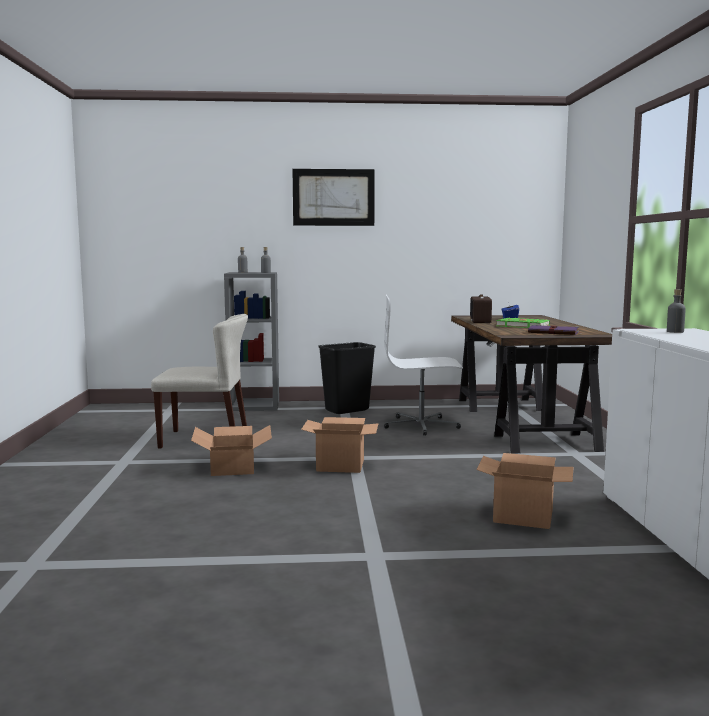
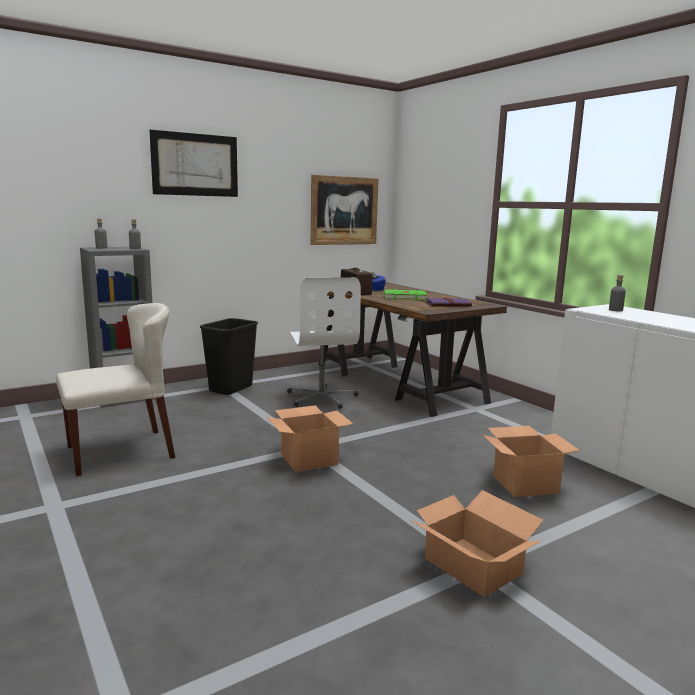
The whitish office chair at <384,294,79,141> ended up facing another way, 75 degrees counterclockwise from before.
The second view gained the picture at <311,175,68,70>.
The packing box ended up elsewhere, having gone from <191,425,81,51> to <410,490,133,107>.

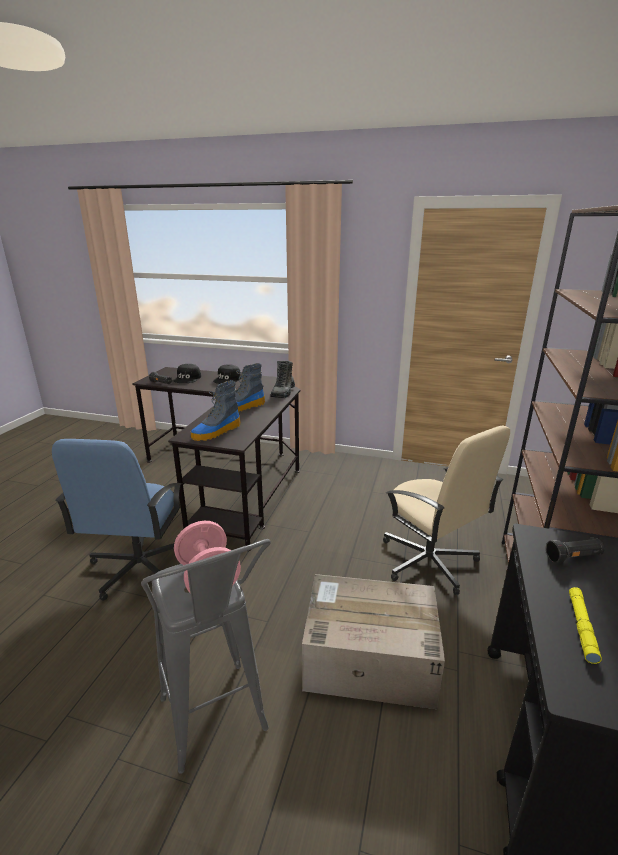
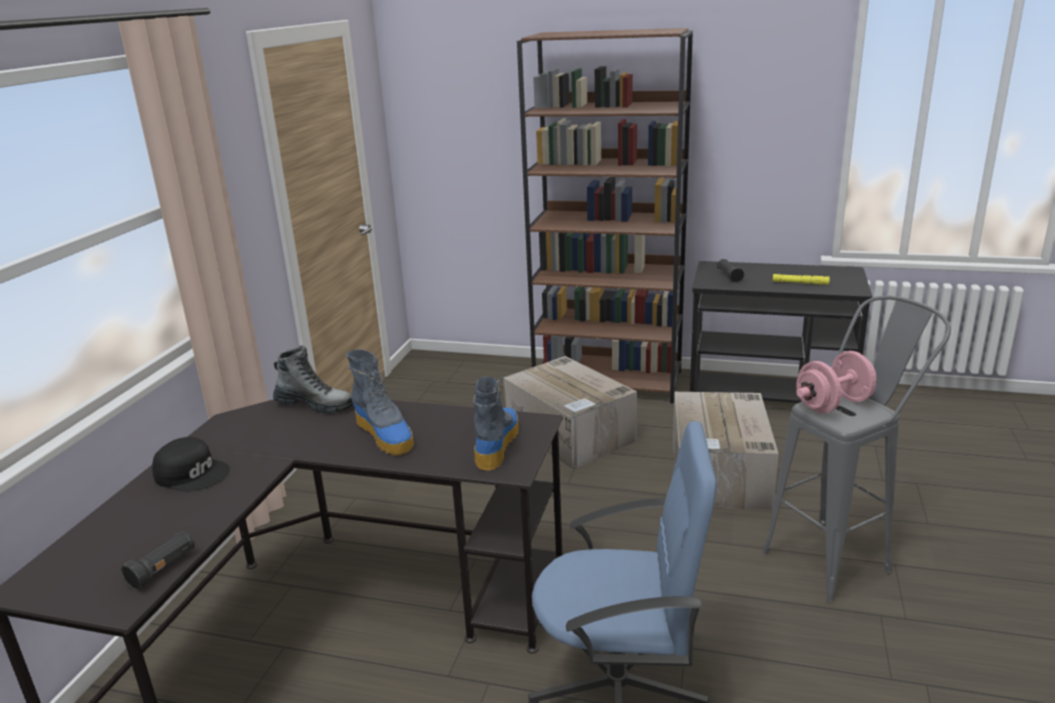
The tall boot at <191,380,50,61> ended up facing another way, 120 degrees counterclockwise from before.
Where the beige-coloured office chair stood at <383,425,127,170>, the packing box came to stand at <503,356,134,113>.
The second view lost the blackish baseball cap at <174,364,27,19>.

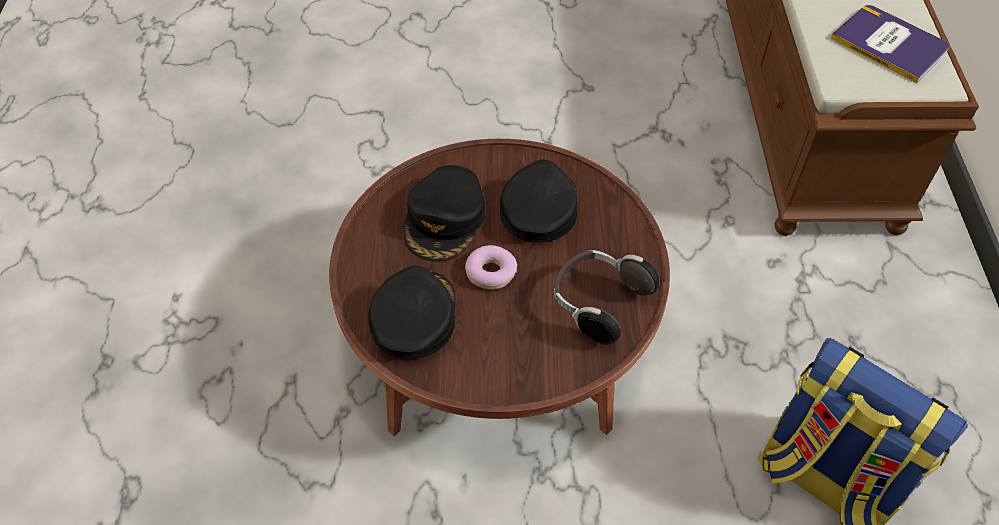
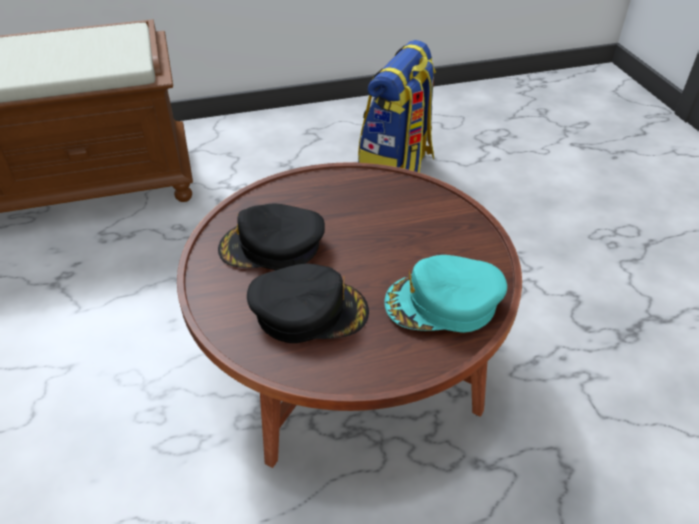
What was the blackish baseball cap at <368,266,88,93> turned into the turquoise baseball cap at <384,255,123,78>.
The second view lost the donut at <465,245,52,44>.
The second view lost the pair of headphones at <554,250,105,95>.
The second view lost the bound book at <831,5,119,78>.

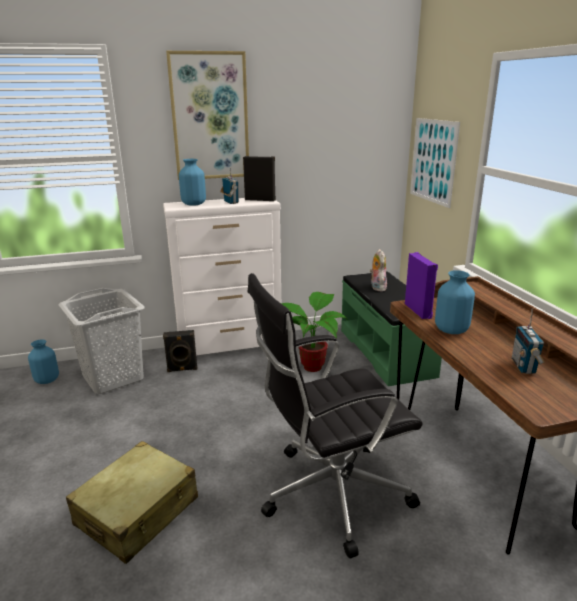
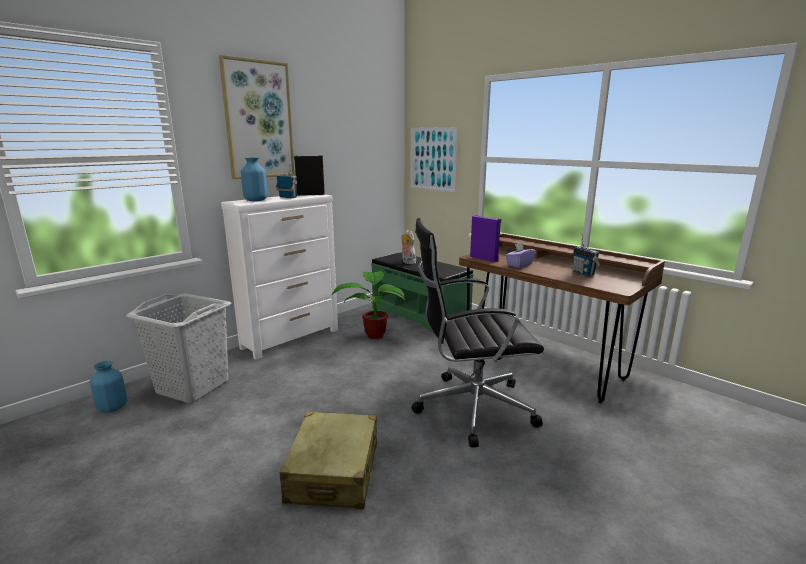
The blackish office chair at <248,273,175,285> ended up facing another way, 45 degrees clockwise from before.
Where the blue-coloured decorative vase stood at <435,270,40,64>, the purple tissue holder came to stand at <505,242,31,26>.
The second view lost the blackish speaker at <163,330,35,42>.

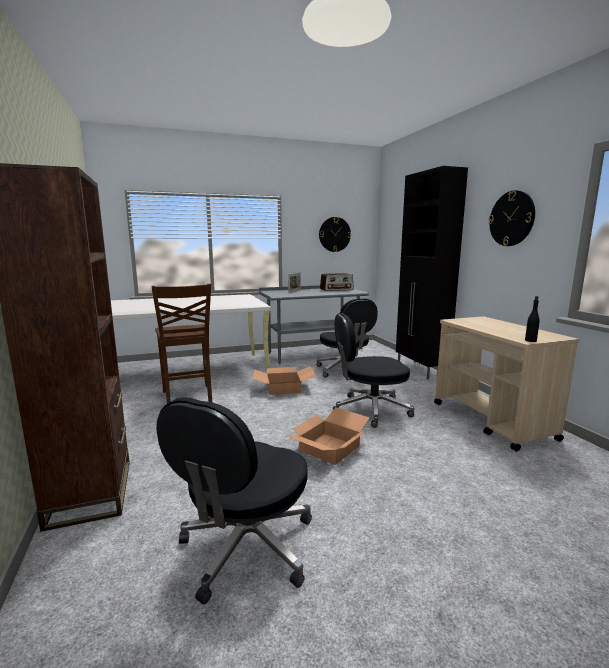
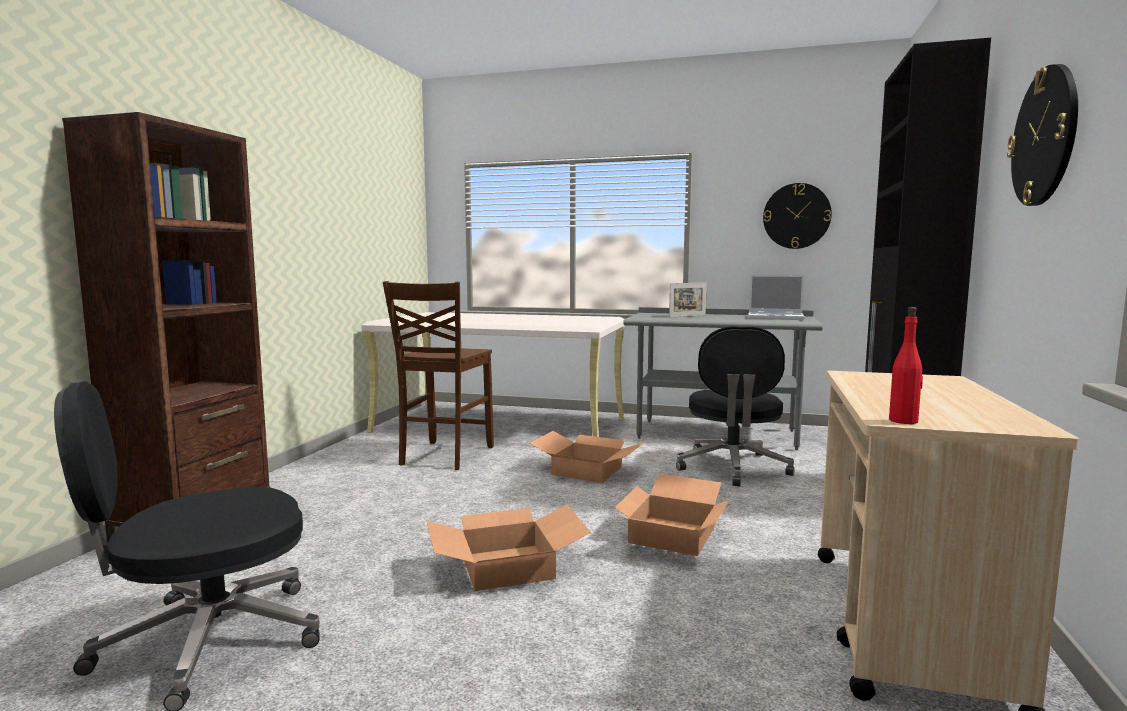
Where the blackish office chair stood at <333,313,81,115>, the packing box came to stand at <615,474,114,82>.
Where the radio set stood at <320,273,34,18>, the portable computer came to stand at <748,275,57,45>.
What was the blackish bottle at <525,296,15,46> turned into the red-coloured bottle at <889,307,34,117>.

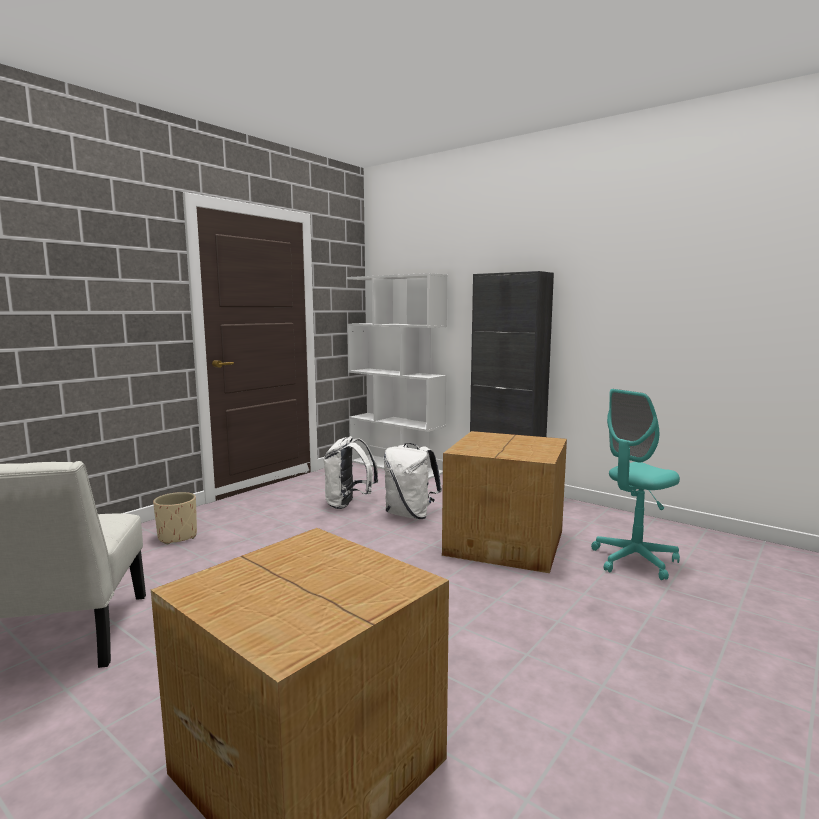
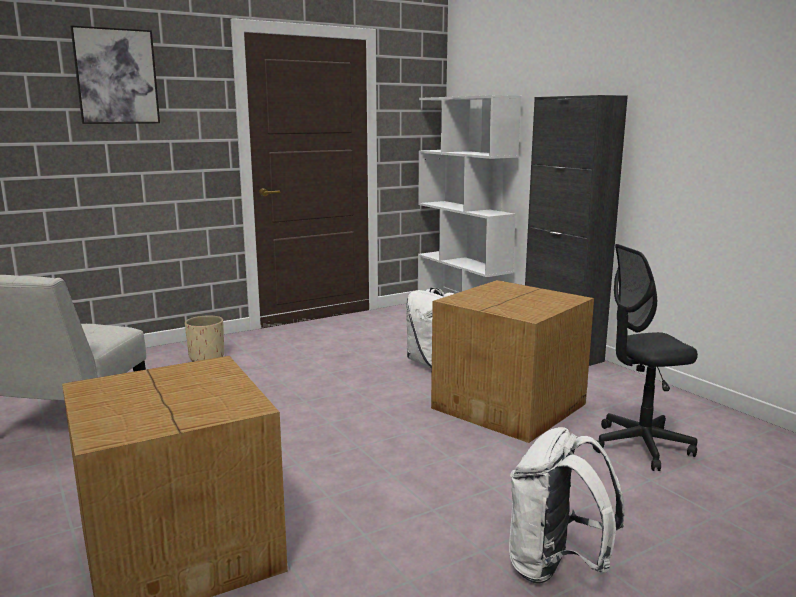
The second view gained the picture at <70,25,90,99>.
The whitish backpack ended up elsewhere, having gone from <323,436,56,73> to <509,427,116,157>.
What was the turquoise office chair at <591,389,89,191> turned into the blackish office chair at <593,244,105,227>.

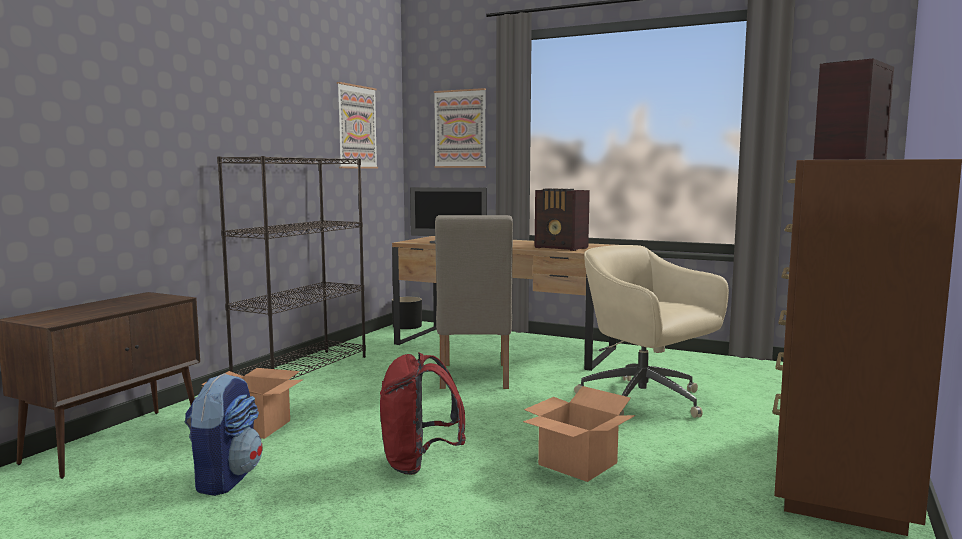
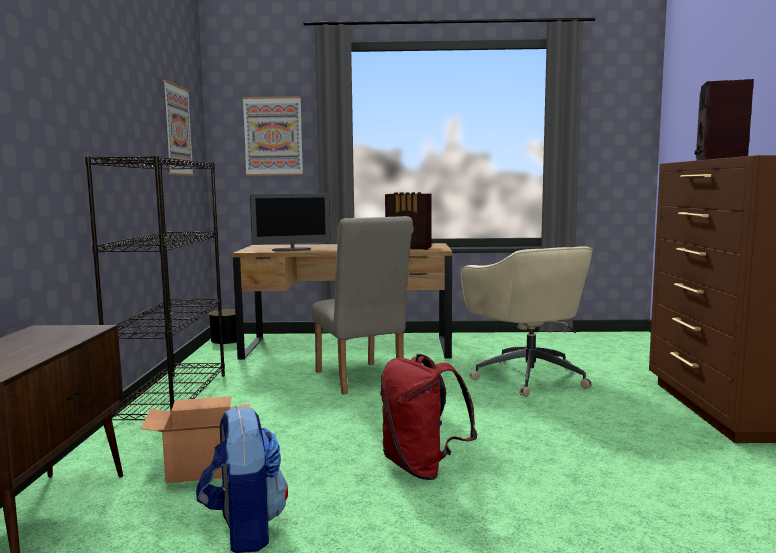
The beige-coloured office chair at <574,245,155,173> ended up facing another way, 135 degrees counterclockwise from before.
The second view lost the packing box at <523,386,113,96>.

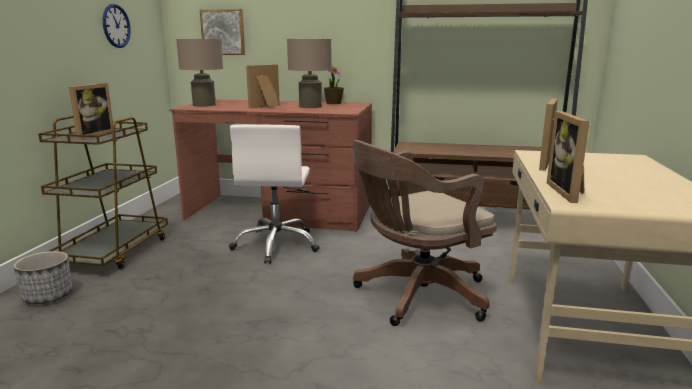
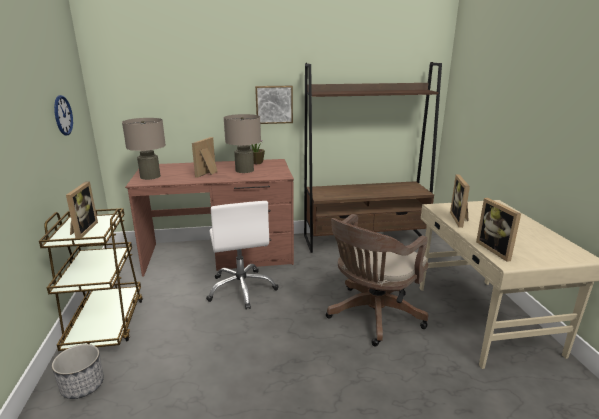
The picture ended up elsewhere, having gone from <200,9,45,46> to <255,86,38,38>.

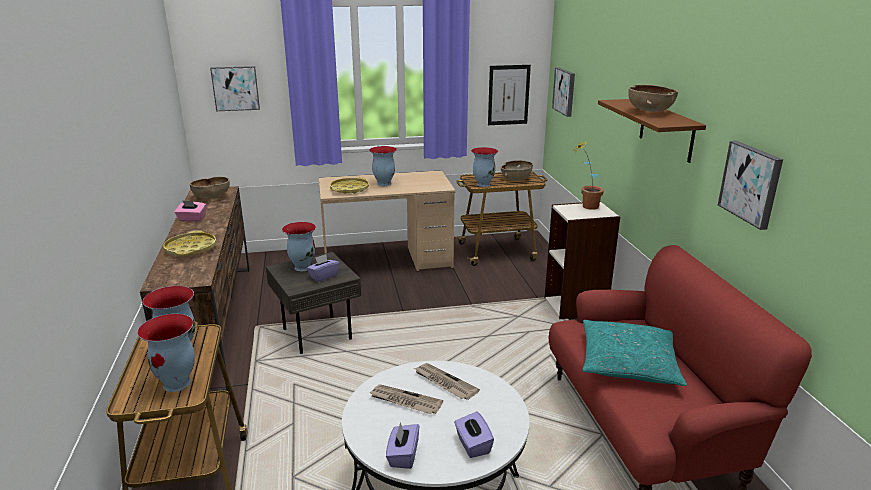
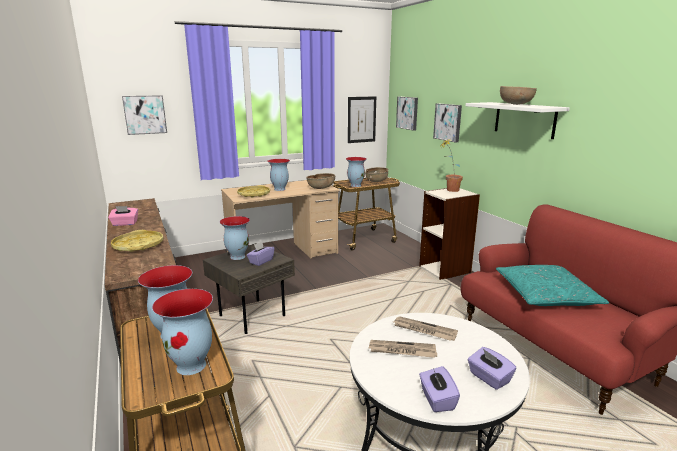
The brown bowl ended up elsewhere, having gone from <190,177,40,22> to <306,173,29,16>.
The picture ended up elsewhere, having gone from <718,141,65,89> to <433,103,29,40>.
What was the brown wall shelf at <598,99,108,64> turned into the whitish wall shelf at <466,102,104,37>.

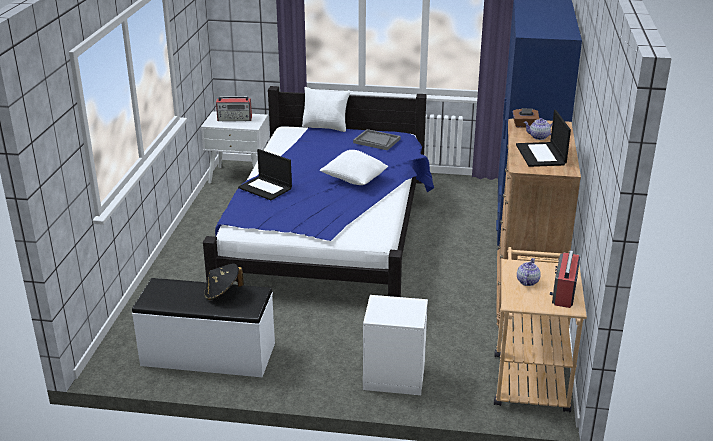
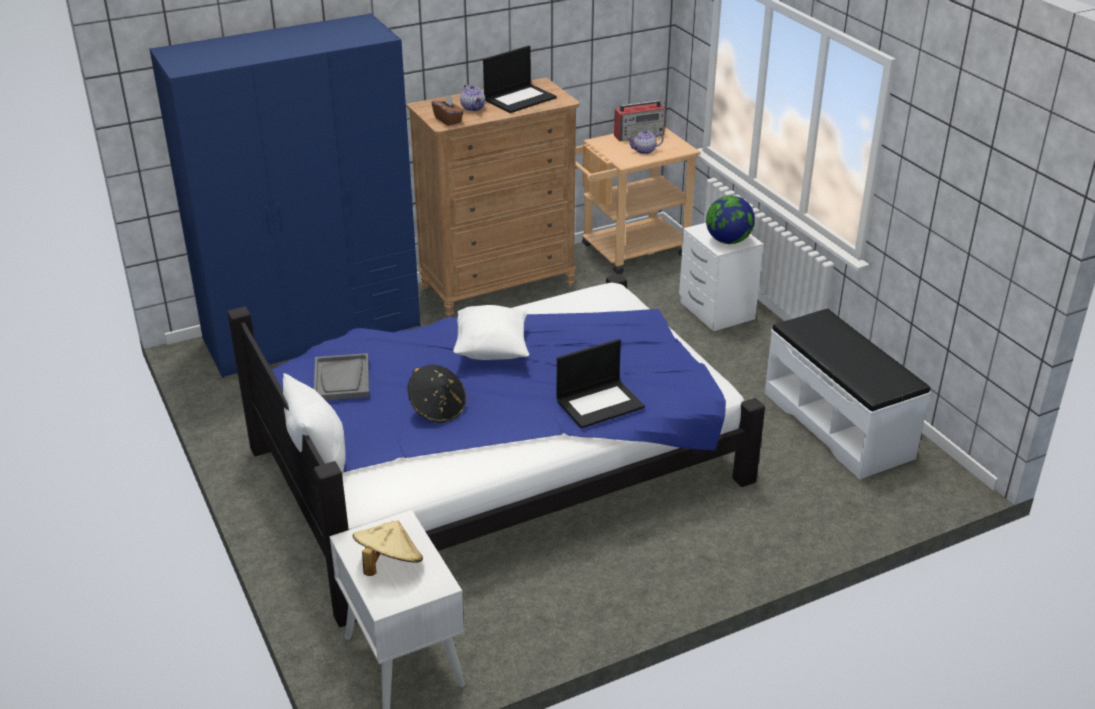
Where the radio set stood at <216,96,36,26>, the beige-coloured wearable hat came to stand at <353,520,70,56>.
The blackish wearable hat ended up elsewhere, having gone from <204,263,40,37> to <408,364,58,59>.
The portable computer at <238,149,54,51> ended up facing another way, 60 degrees clockwise from before.
The second view gained the world globe at <706,196,49,48>.

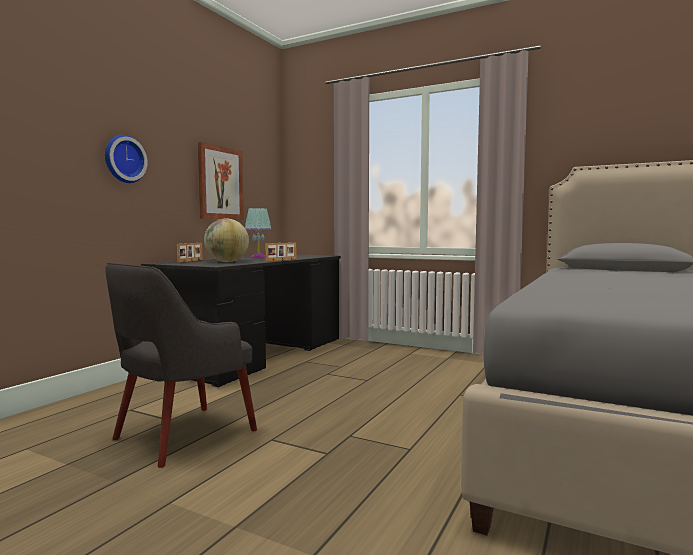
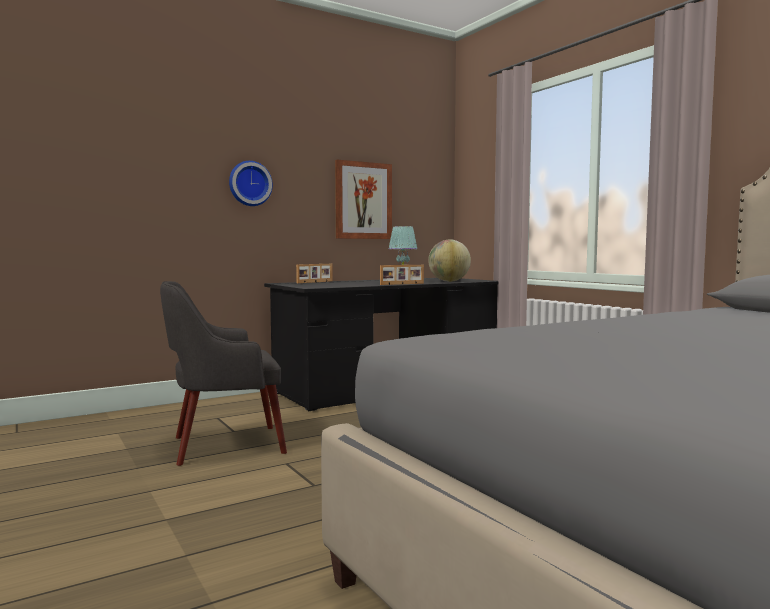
The world globe ended up elsewhere, having gone from <204,218,45,44> to <428,239,43,43>.

